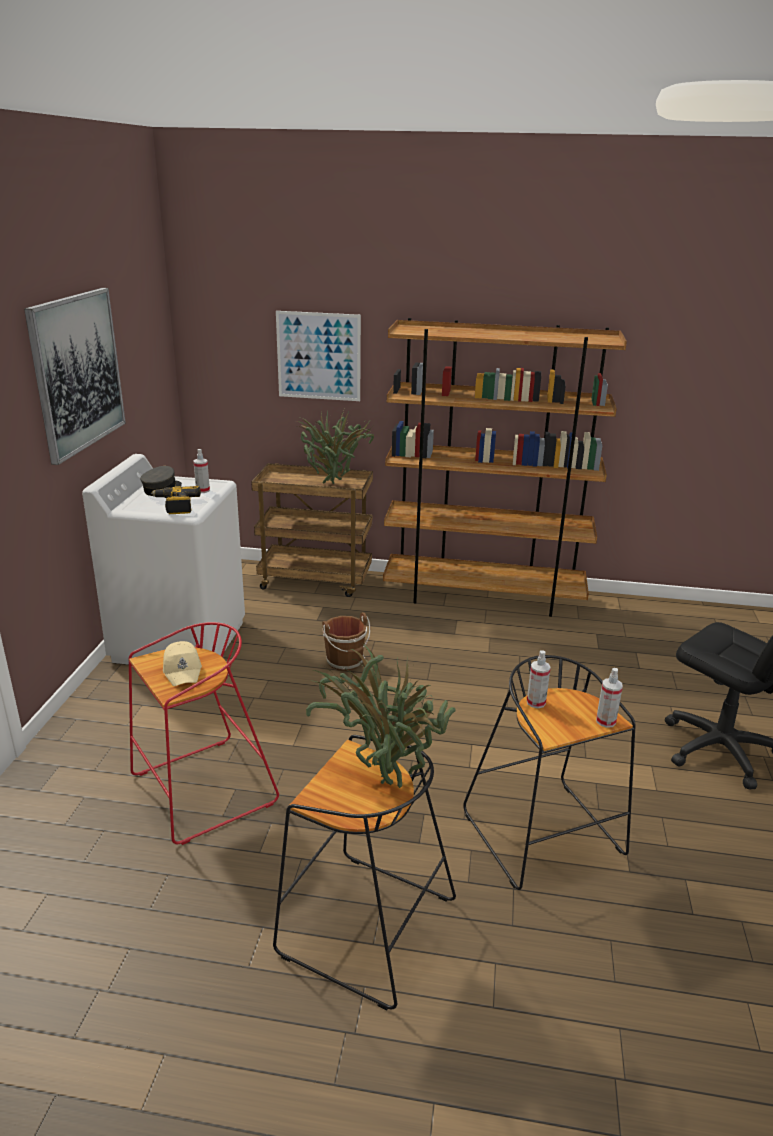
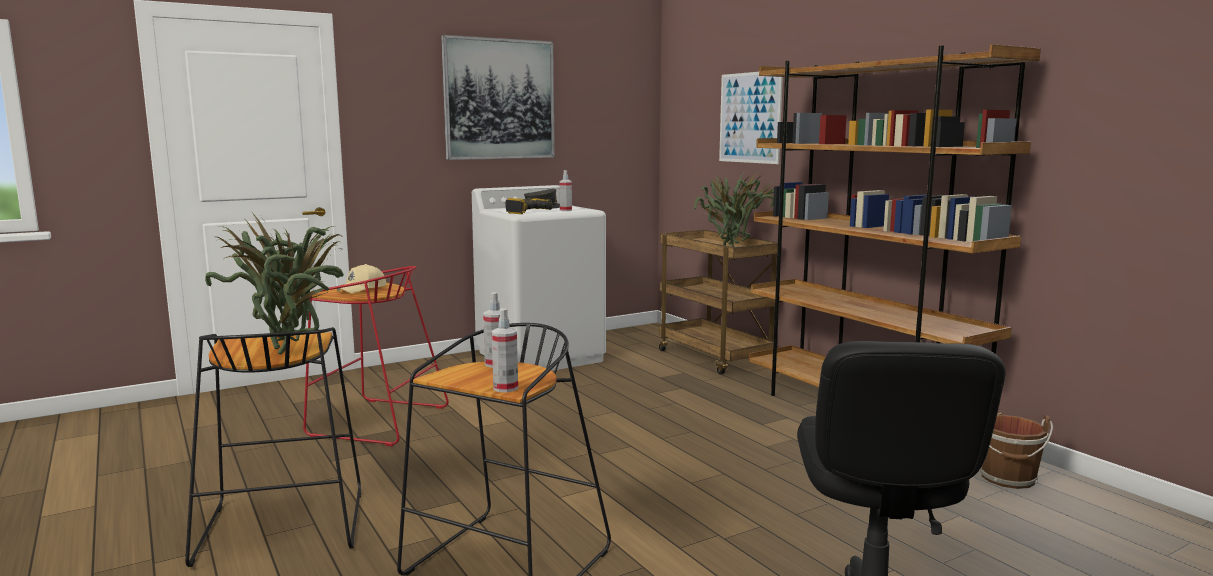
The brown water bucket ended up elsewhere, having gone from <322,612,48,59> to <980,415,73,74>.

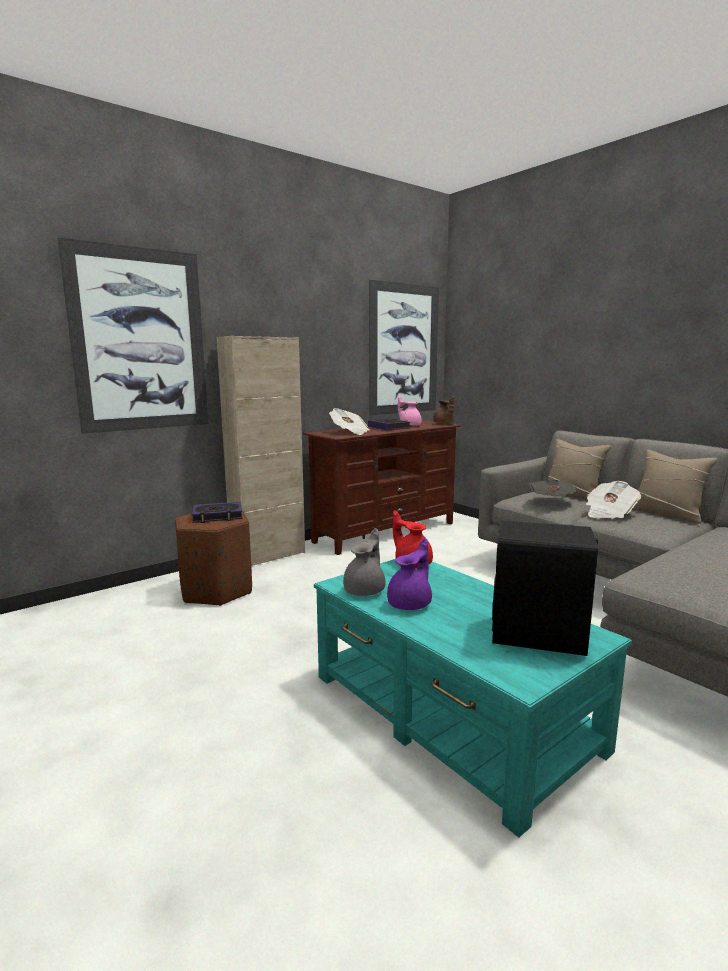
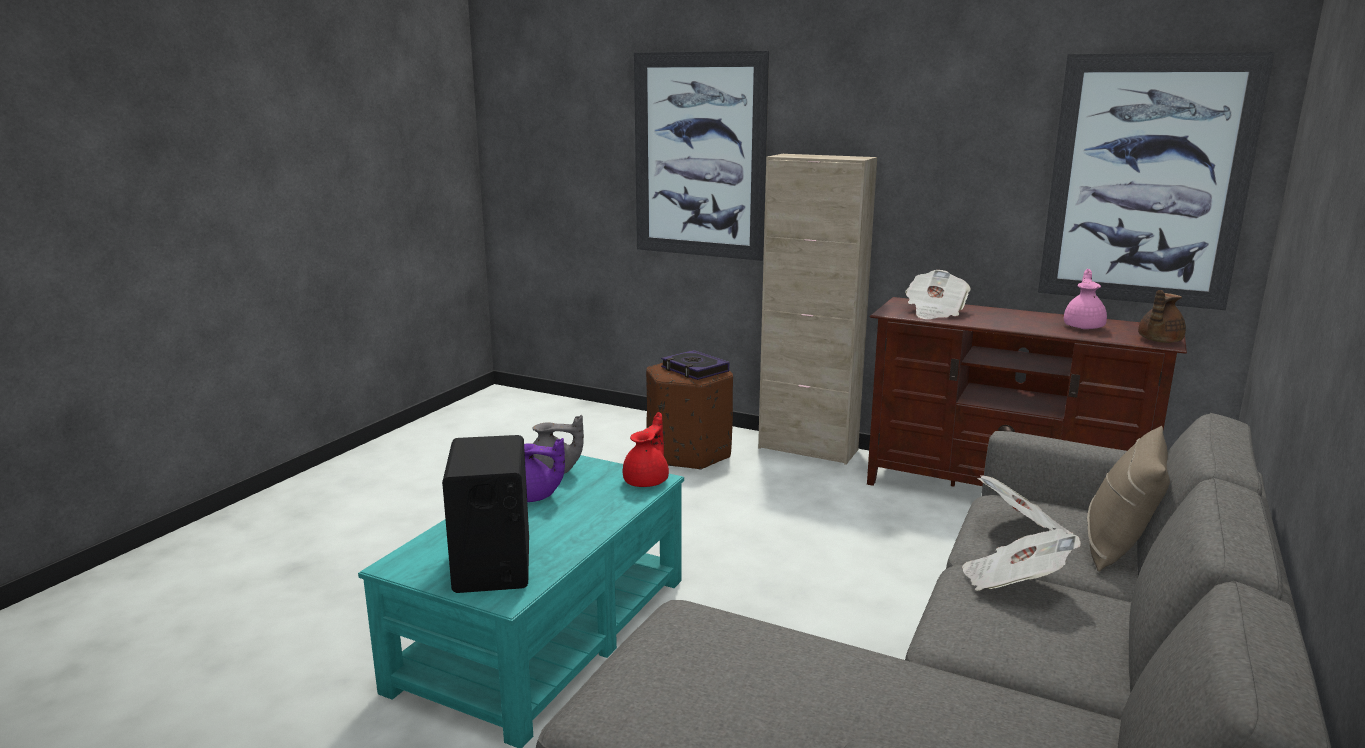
The second view lost the bound book at <368,419,43,11>.
The second view lost the beige-coloured throw pillow at <632,449,86,75>.

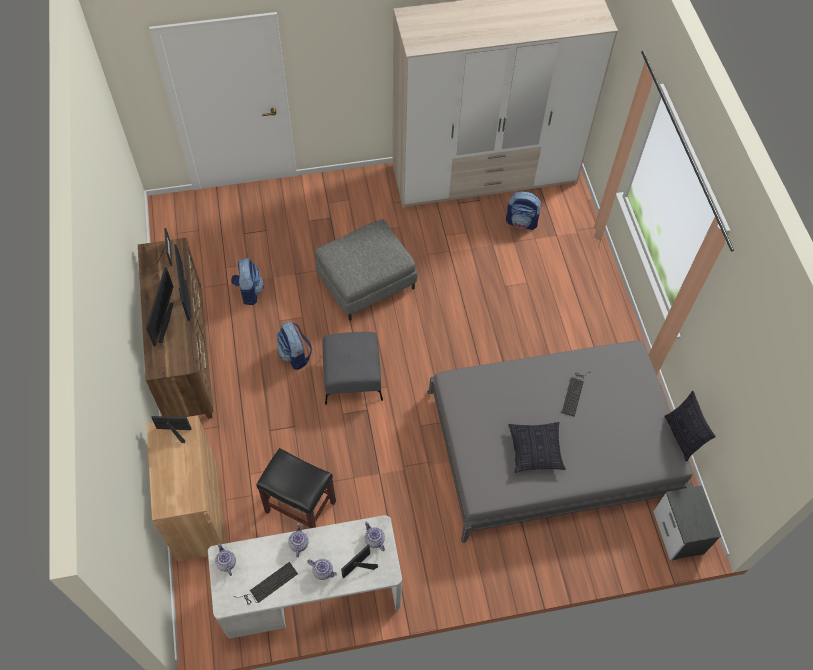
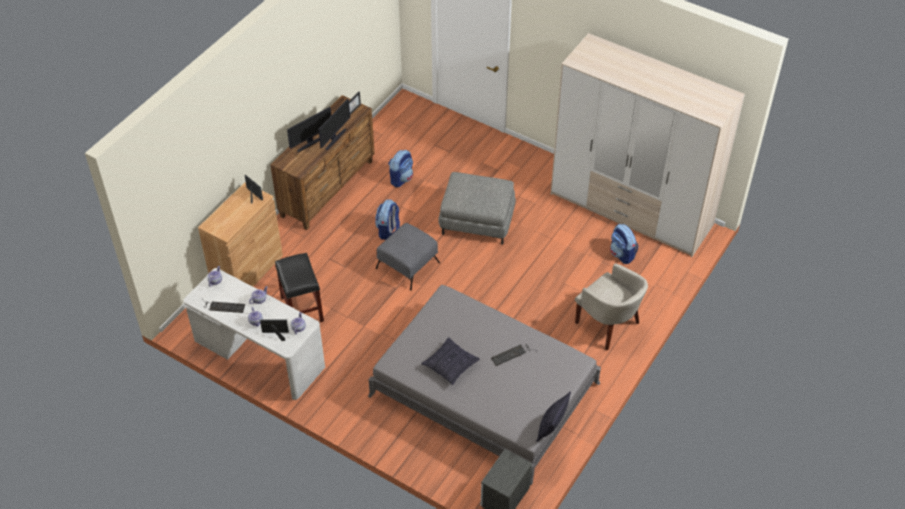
The second view gained the beige-coloured easy chair at <575,264,73,86>.

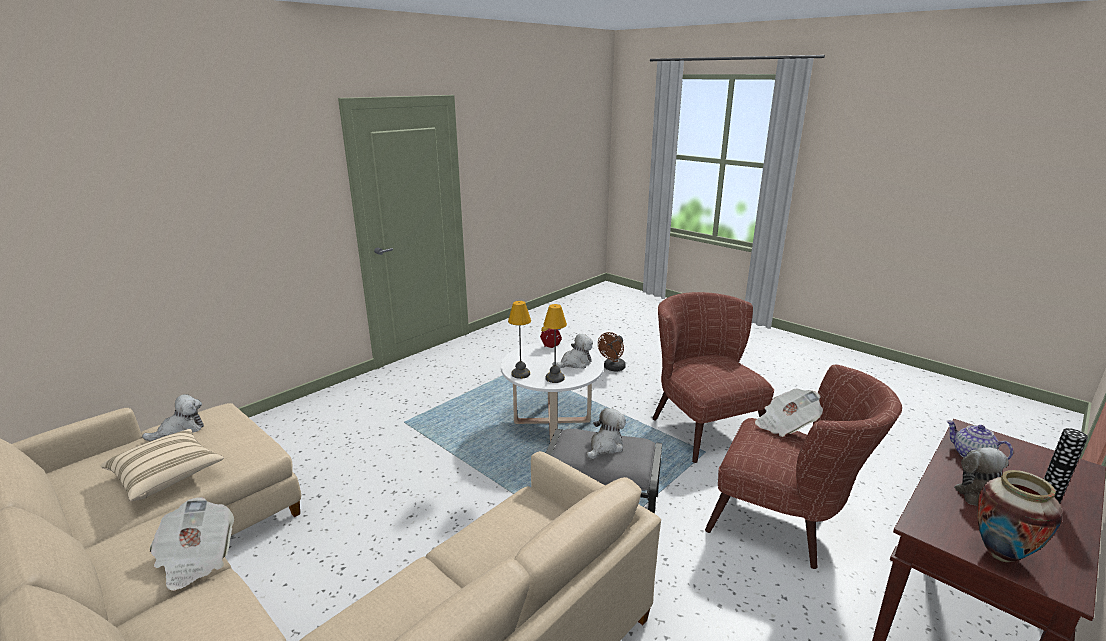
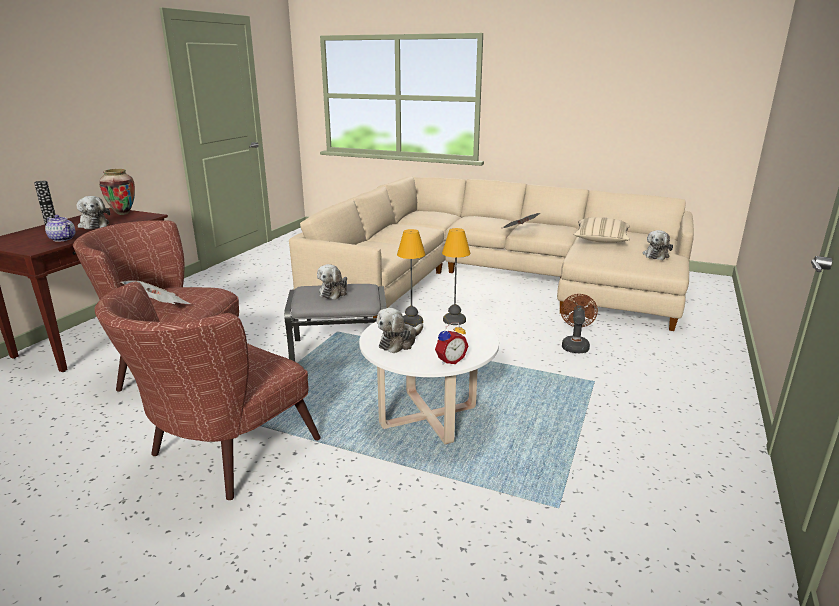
The brown easy chair at <652,292,122,171> ended up facing another way, 75 degrees clockwise from before.
The brown cooling fan ended up elsewhere, having gone from <598,332,28,40> to <561,294,37,59>.

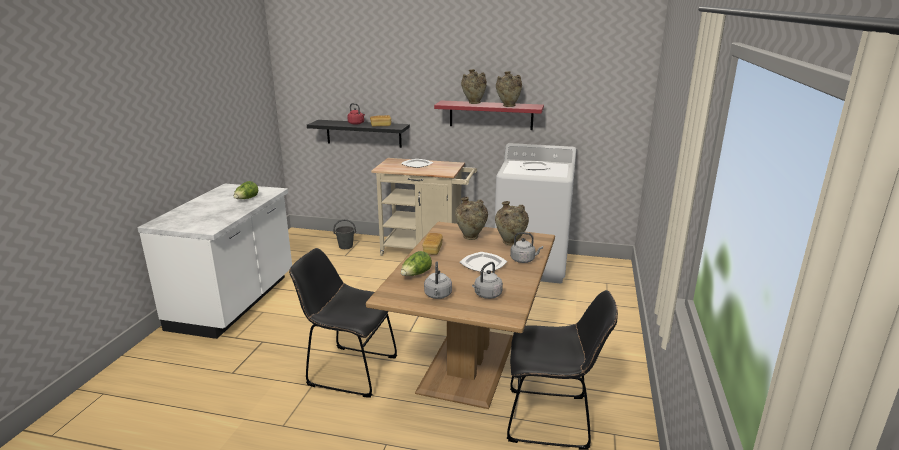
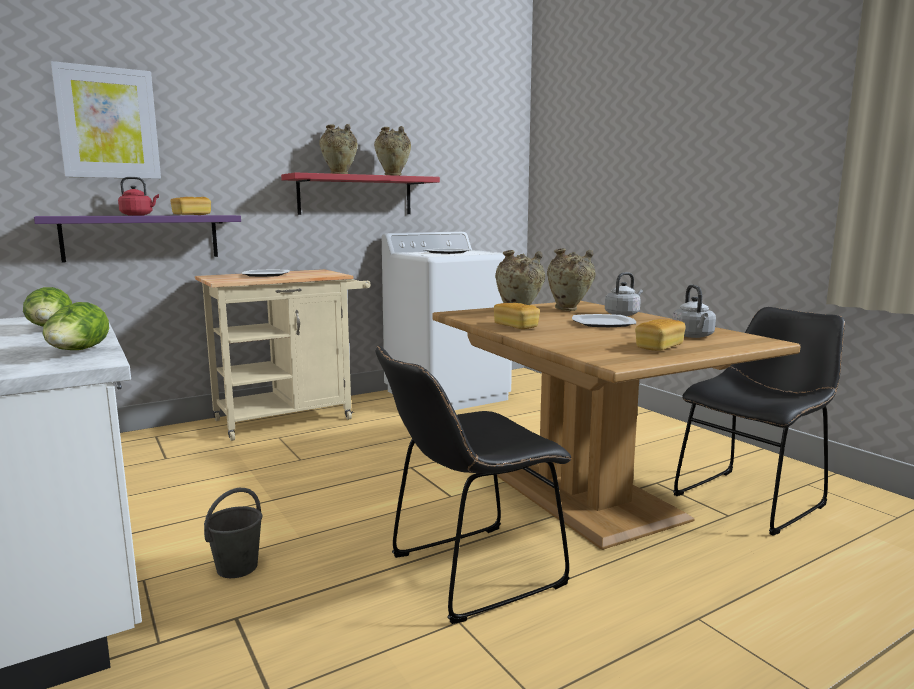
What was the blackish wall shelf at <307,120,103,28> turned into the purple wall shelf at <34,215,207,47>.
The lettuce ended up elsewhere, having gone from <401,251,31,25> to <43,302,66,48>.
The second view gained the picture at <51,61,110,118>.
The grey water bucket ended up elsewhere, having gone from <333,219,23,30> to <204,488,58,90>.
Where the grey tea kettle stood at <424,262,28,37>, the bakery bread came to stand at <635,319,50,32>.

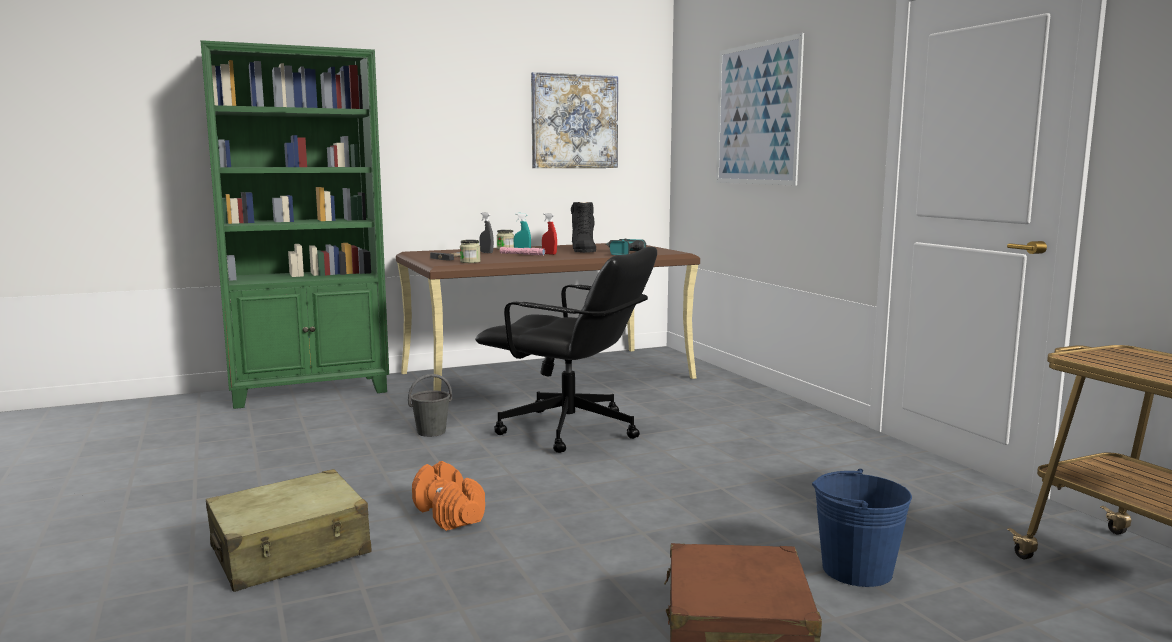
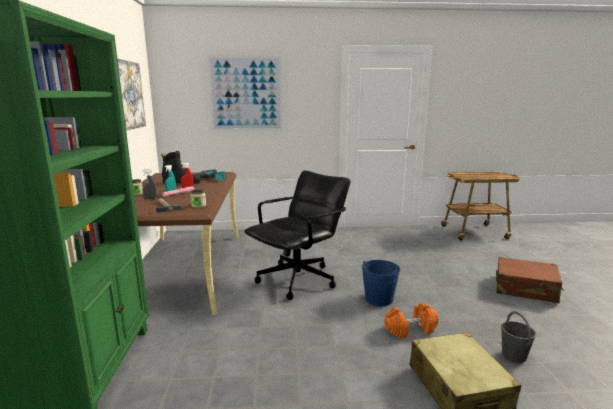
The blue-coloured water bucket ended up elsewhere, having gone from <812,469,100,118> to <362,260,38,46>.
The grey water bucket ended up elsewhere, having gone from <408,374,44,63> to <501,311,35,52>.

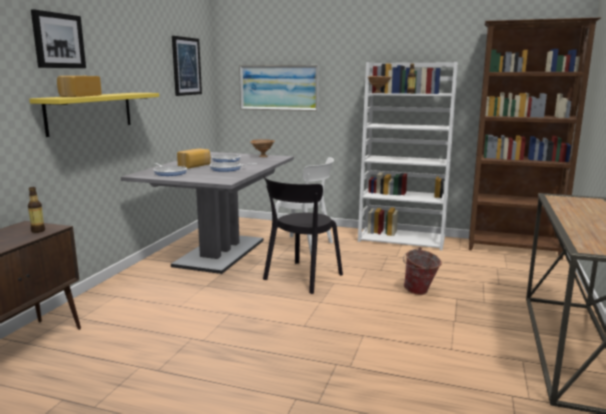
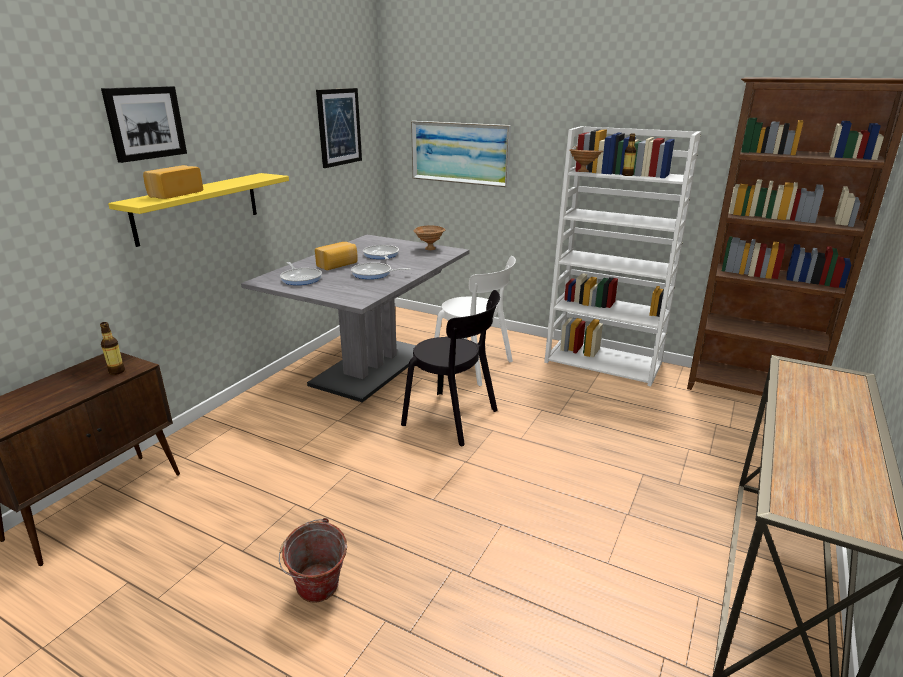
The water bucket ended up elsewhere, having gone from <403,247,39,48> to <279,518,68,85>.
The blackish upright chair at <263,176,80,118> ended up facing another way, 105 degrees counterclockwise from before.

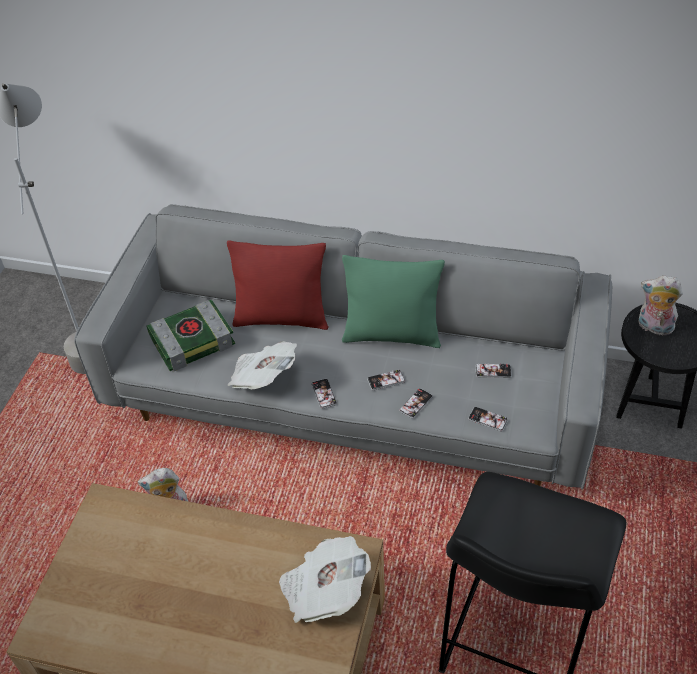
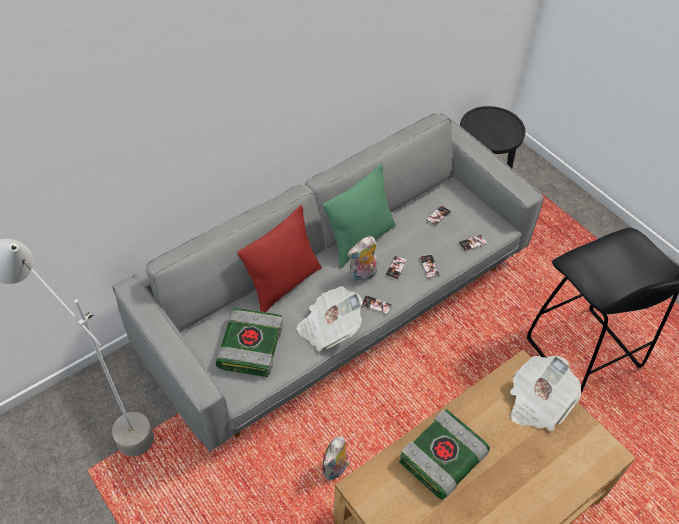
The plush toy ended up elsewhere, having gone from <639,276,44,59> to <348,236,29,46>.
The second view gained the bound book at <399,409,91,91>.

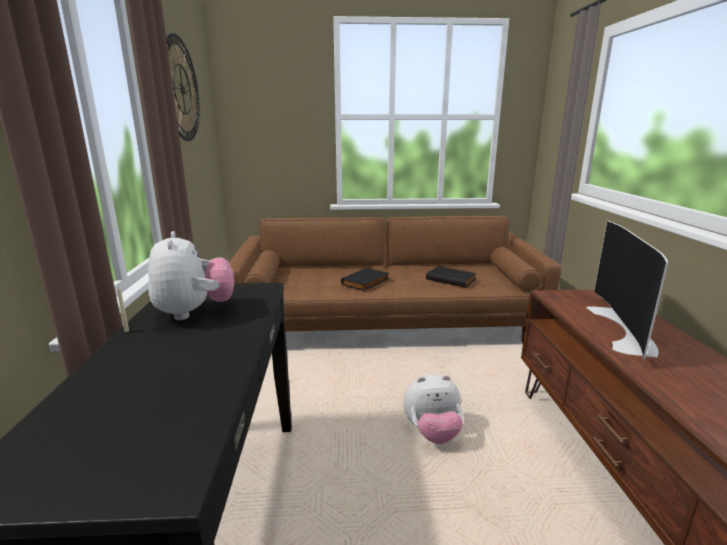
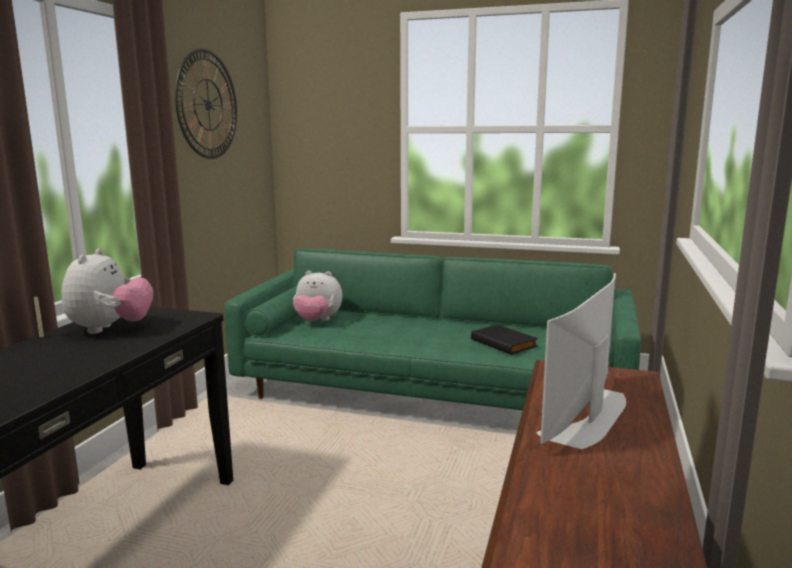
What was the brown sofa at <229,216,332,126> turned into the green sofa at <224,248,417,162>.
The plush toy ended up elsewhere, having gone from <403,375,60,69> to <293,270,49,51>.
The second view lost the blackish bound book at <341,267,48,24>.

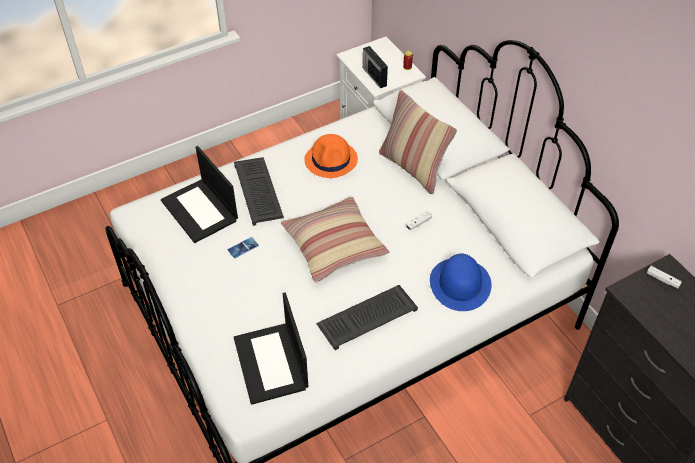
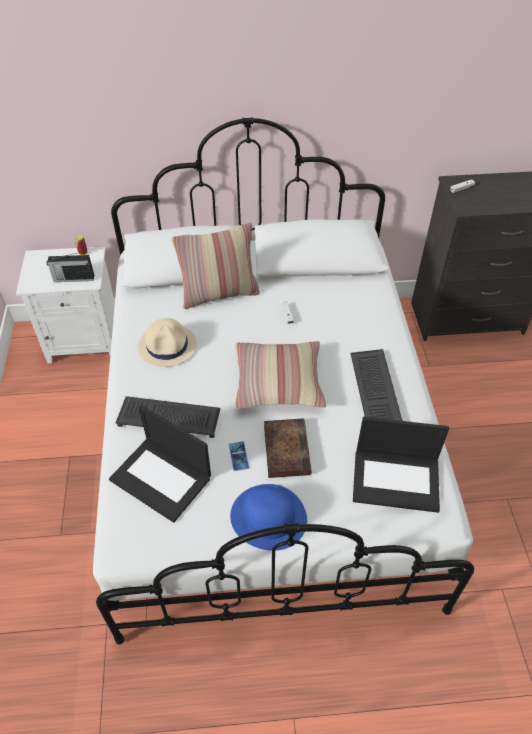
The portable computer at <161,146,77,97> ended up facing another way, 45 degrees clockwise from before.
What was the orange-coloured wearable hat at <304,134,54,44> turned into the beige-coloured wearable hat at <138,318,58,49>.
The blue-coloured wearable hat ended up elsewhere, having gone from <430,254,62,57> to <230,484,77,67>.
The second view gained the bound book at <264,418,48,60>.

